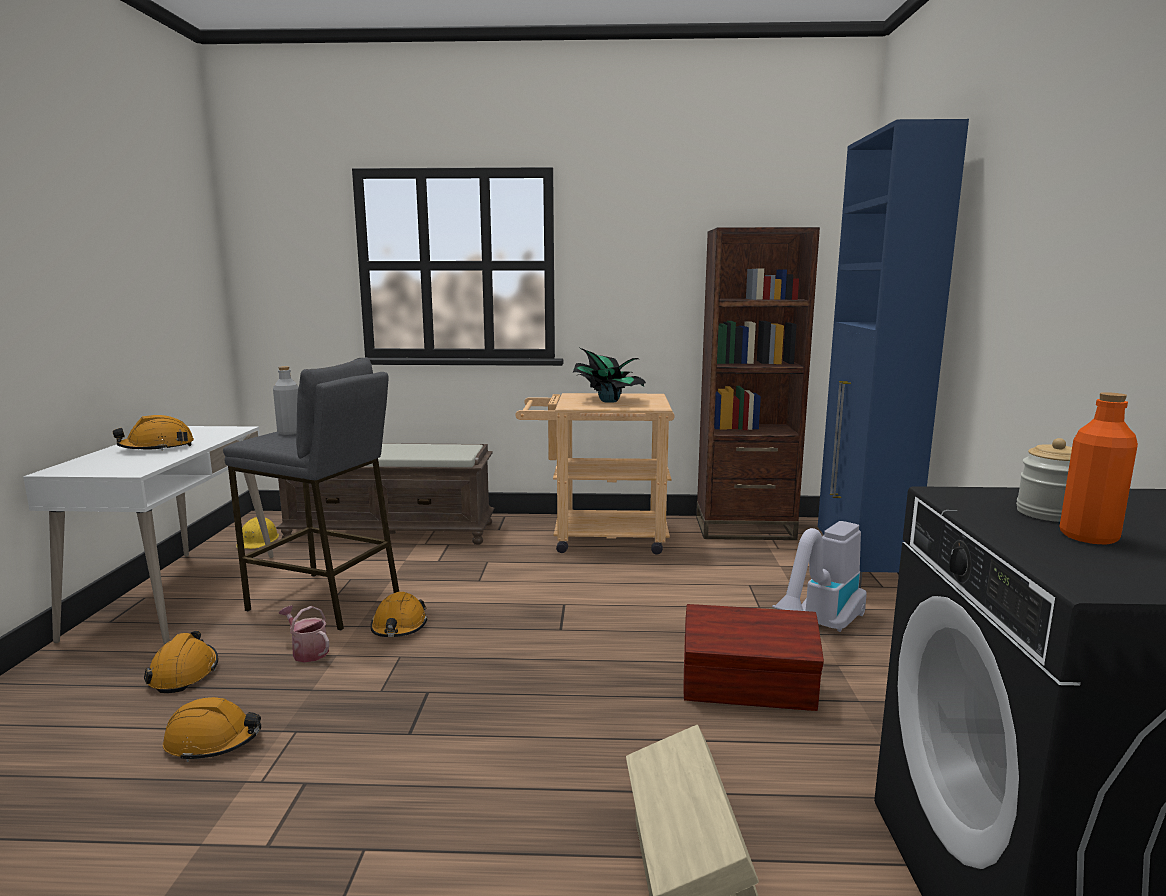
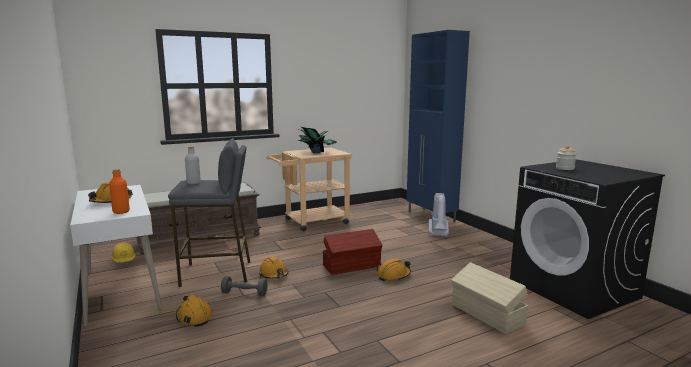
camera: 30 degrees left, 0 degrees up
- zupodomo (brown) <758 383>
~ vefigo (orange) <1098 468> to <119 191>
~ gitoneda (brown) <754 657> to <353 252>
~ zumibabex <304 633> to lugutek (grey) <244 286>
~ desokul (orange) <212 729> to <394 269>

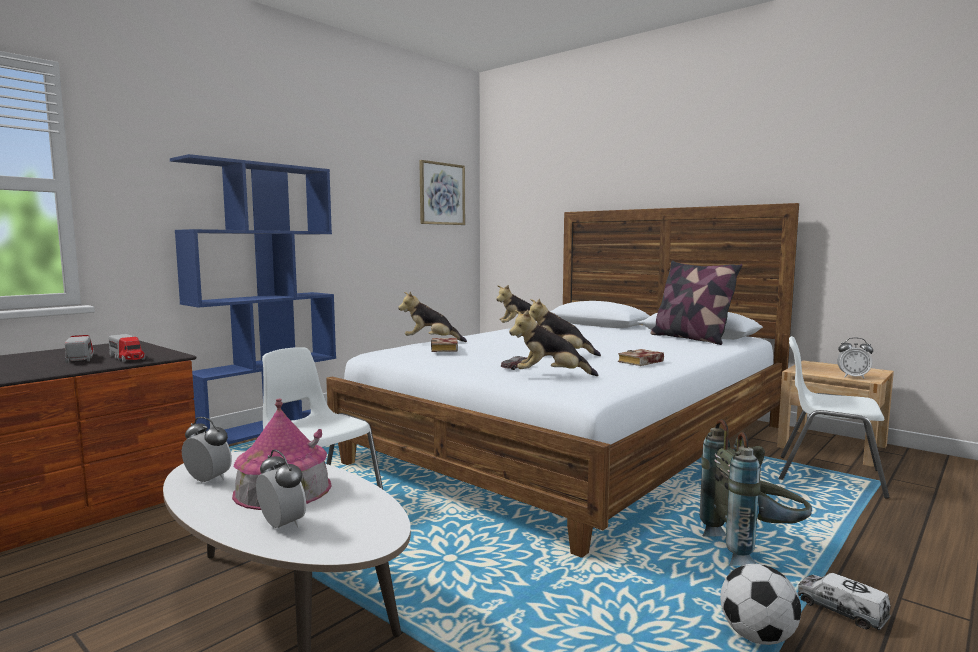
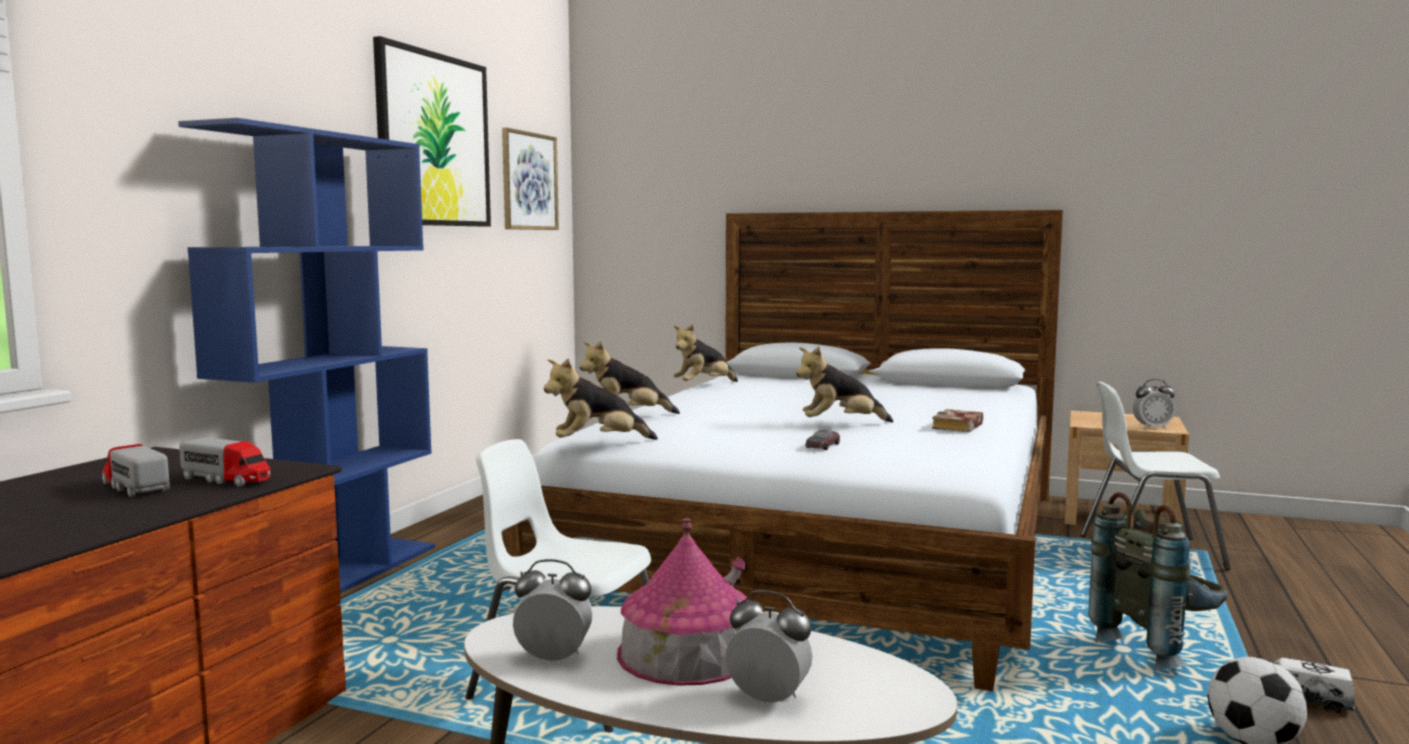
camera: 20 degrees left, 0 degrees up
- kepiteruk <696 303>
~ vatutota <553 343> to <601 399>
- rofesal <444 345>
+ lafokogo <432 131>

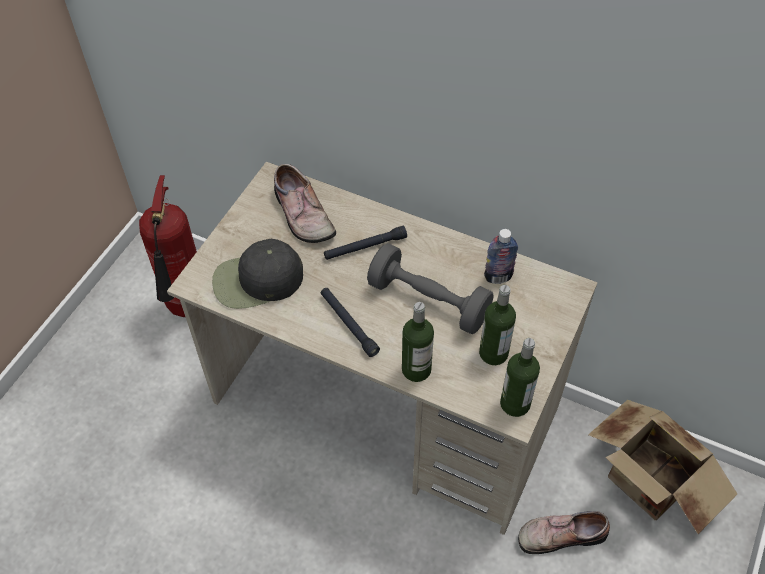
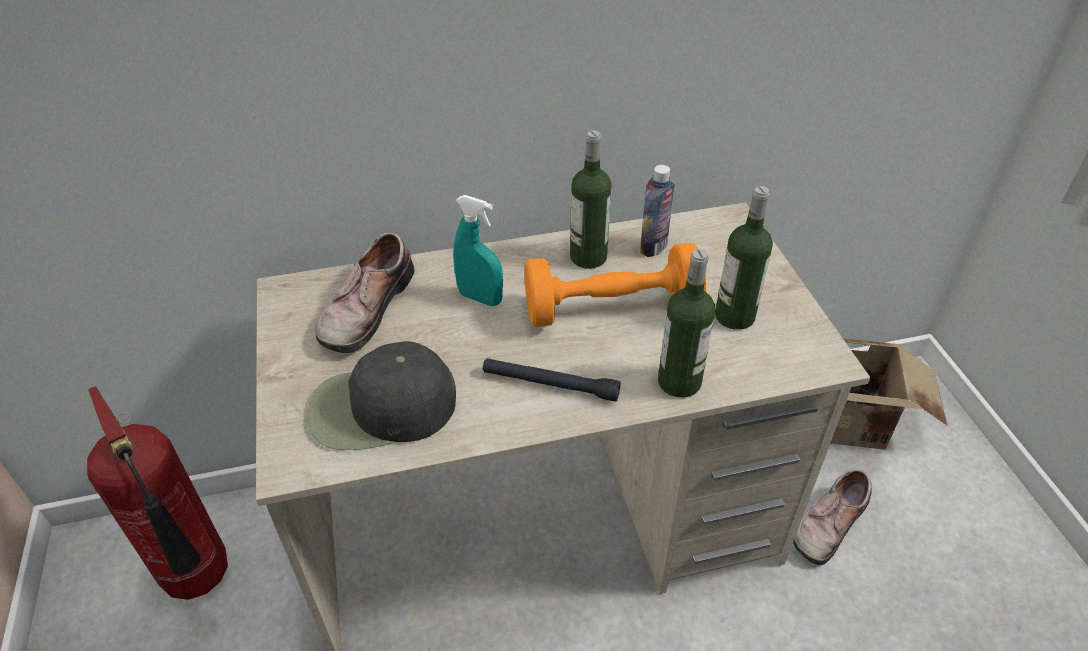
camera: 40 degrees left, 10 degrees down
~ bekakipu <305 203> = <365 292> 90 degrees clockwise
~ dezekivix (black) <365 243> to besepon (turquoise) <478 250>
~ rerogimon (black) <257 274> = <381 395> 45 degrees clockwise
~ lugutek (grey) <430 288> to lugutek (orange) <615 285>
~ vefigo <520 377> to <590 199>

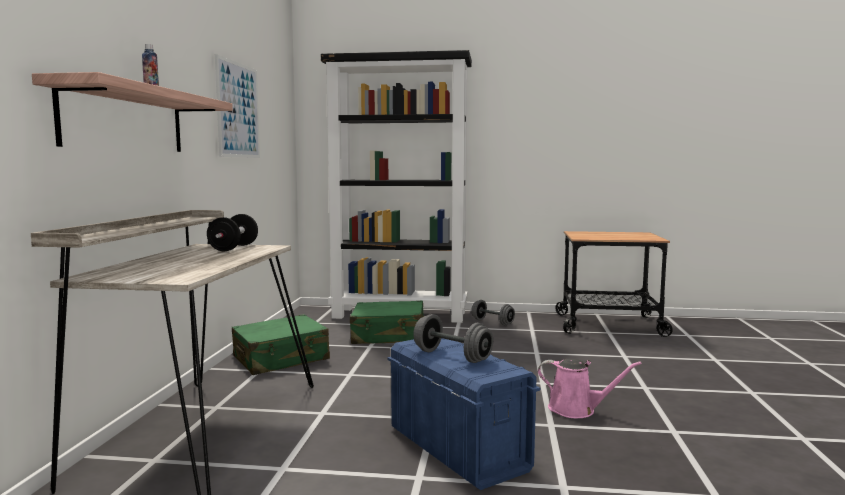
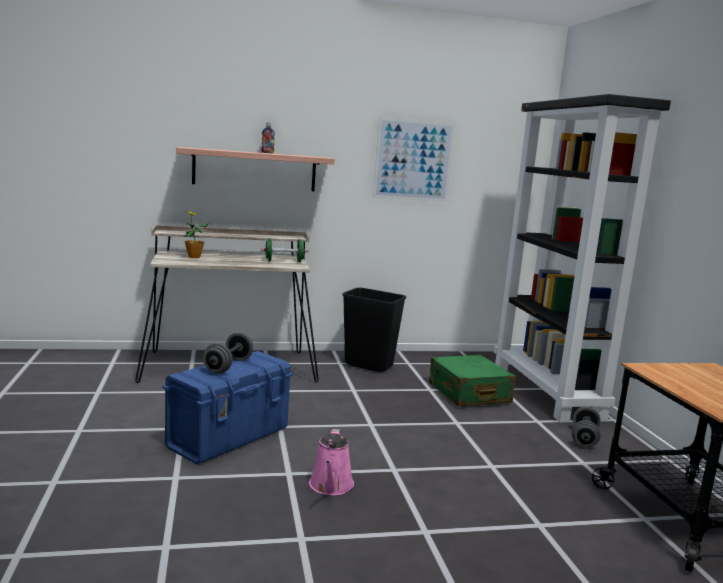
camera: 70 degrees right, 5 degrees up
~ lugutek (black) <232 233> to lugutek (green) <284 250>
~ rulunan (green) <281 344> to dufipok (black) <374 330>
+ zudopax <197 234>

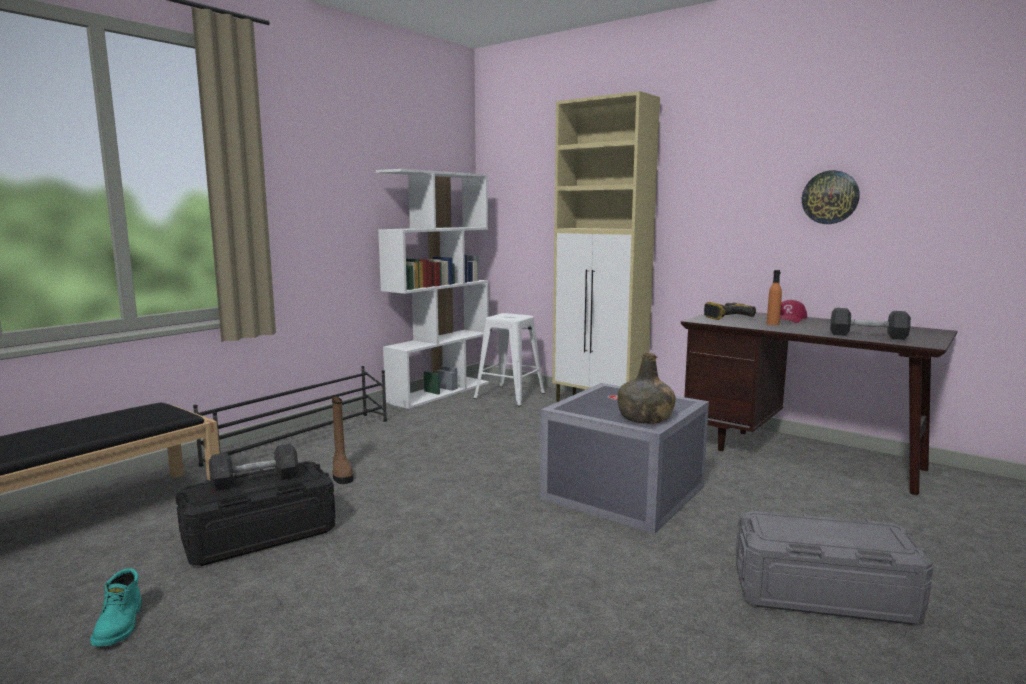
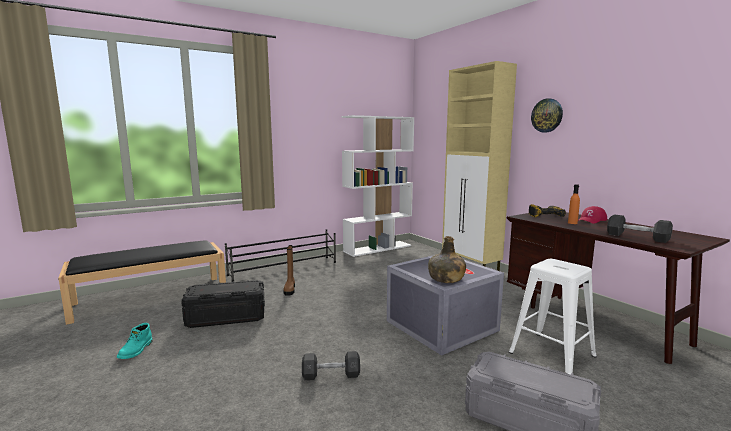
camera: 20 degrees right, 0 degrees up
~ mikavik <831 197> to <547 115>
~ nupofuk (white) <509 359> to <553 316>
~ lugutek (grey) <253 467> to <331 365>

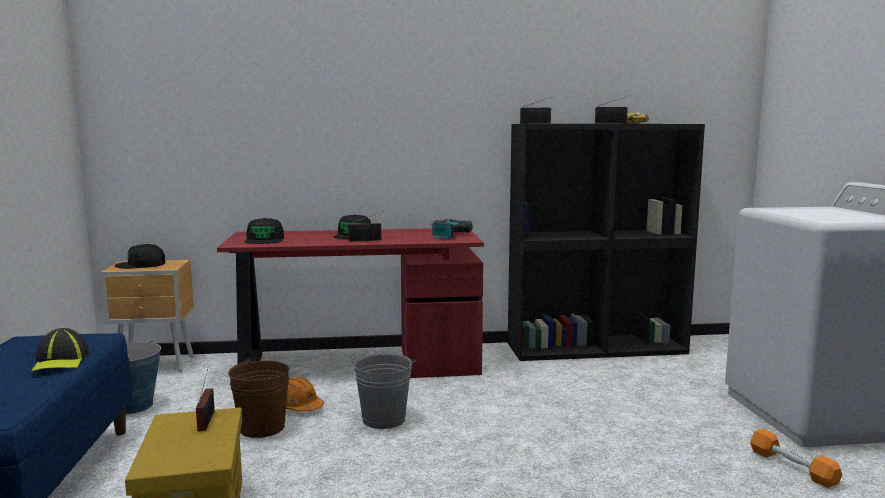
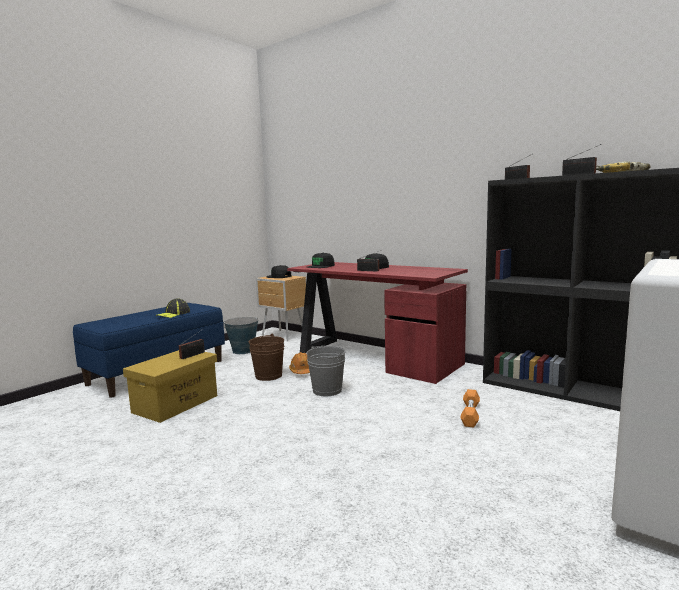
camera: 45 degrees right, 0 degrees up
- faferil <451 229>
~ lugutek (orange) <796 458> to <470 408>

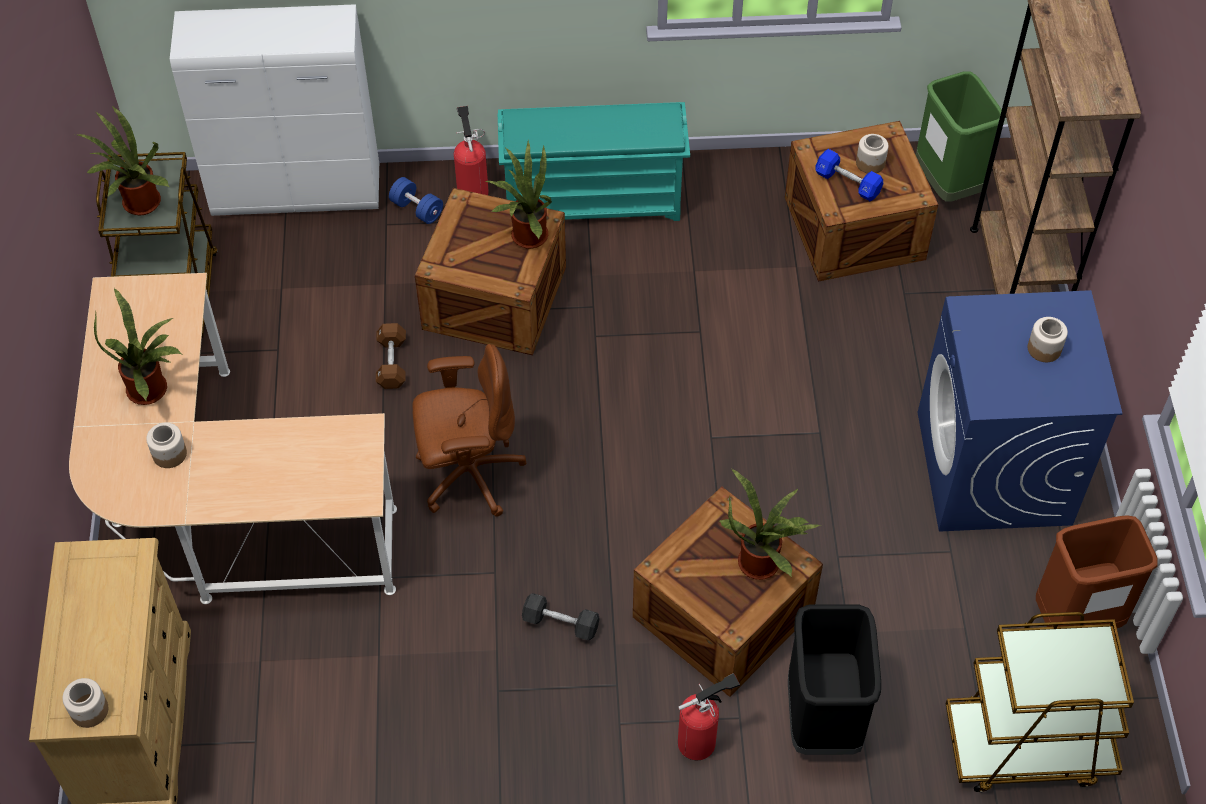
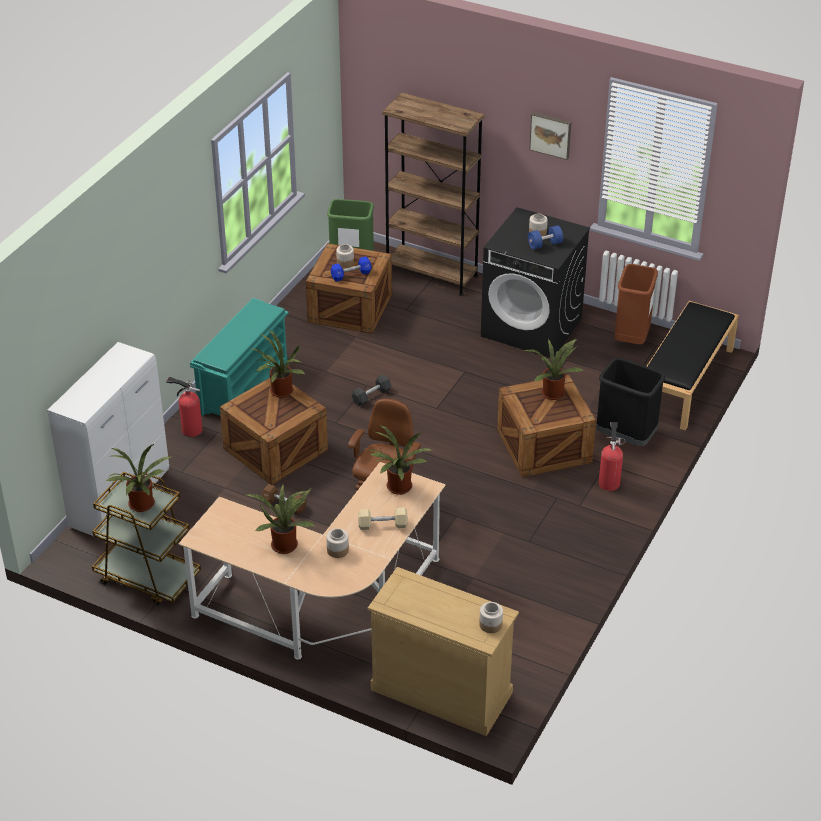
camera: 60 degrees left, 15 degrees down
~ lugutek (blue) <416 200> to <545 237>
~ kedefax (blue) <1020 410> to kedefax (black) <535 282>
~ lugutek (black) <561 617> to <371 390>
~ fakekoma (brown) <1039 702> to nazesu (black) <692 365>
+ lafokogo <550 136>
+ zudopax <400 460>
+ lugutek (beige) <383 518>

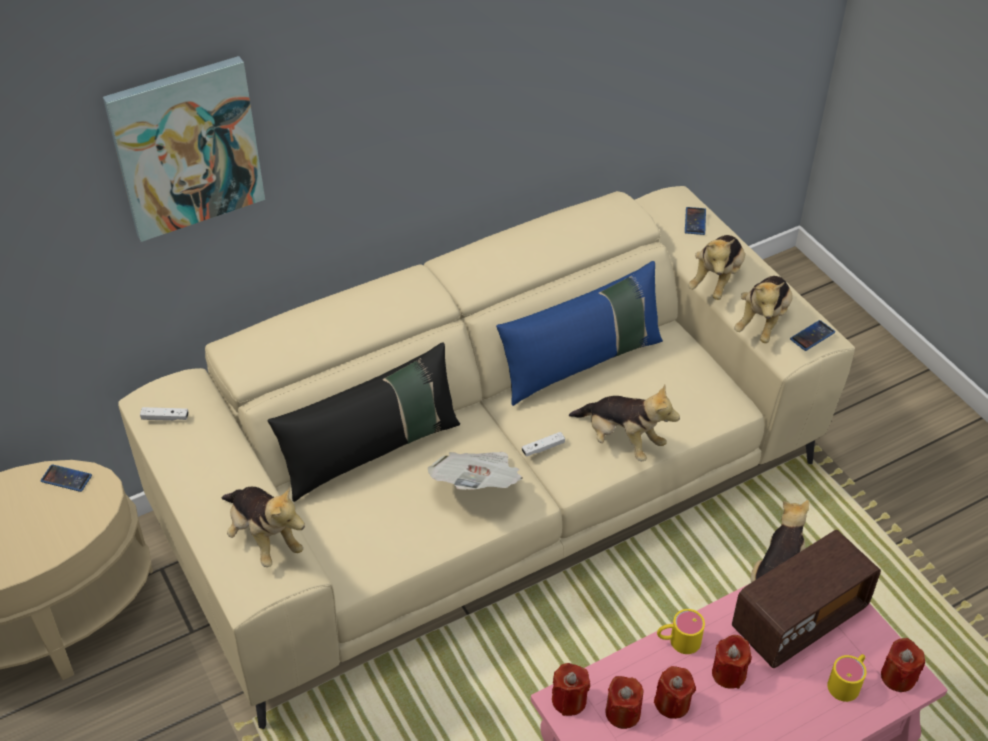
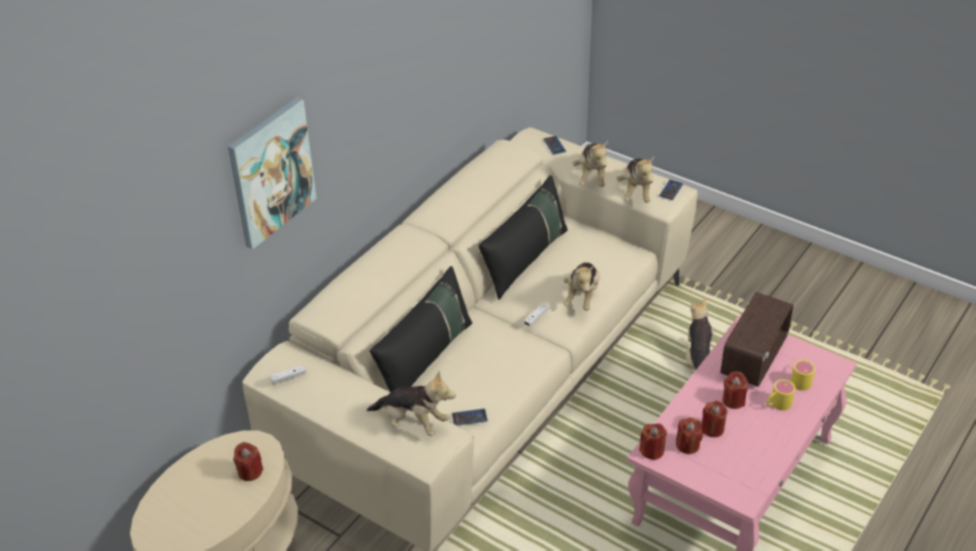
camera: 25 degrees left, 5 degrees down
~ kepiteruk (blue) <579 333> to kepiteruk (black) <523 237>
~ vatutota <624 423> = <582 286> 90 degrees clockwise
- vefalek <475 471>
~ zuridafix <66 478> to <470 417>
~ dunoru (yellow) <681 631> to <780 395>
~ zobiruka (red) <903 665> to <248 461>

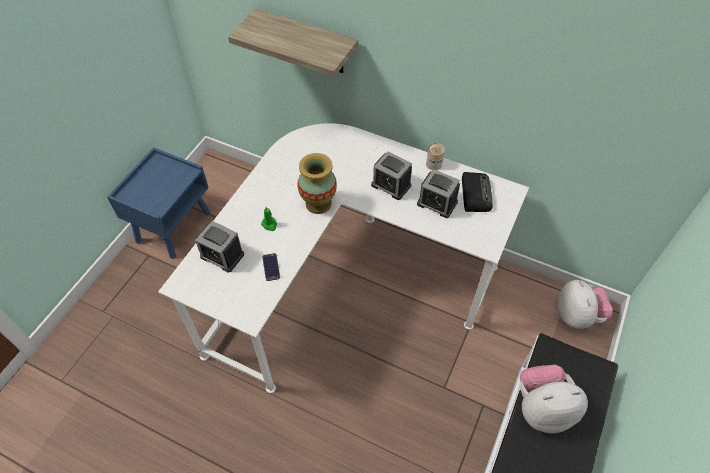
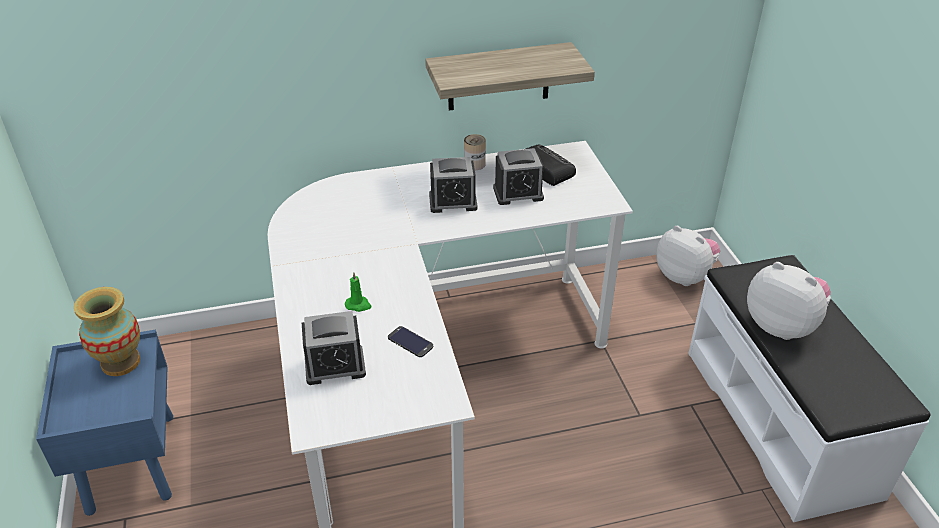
camera: 40 degrees left, 15 degrees down
~ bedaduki <293 43> to <510 76>
~ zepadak <317 183> to <107 331>
~ vatutota <554 399> = <789 301> 90 degrees clockwise

